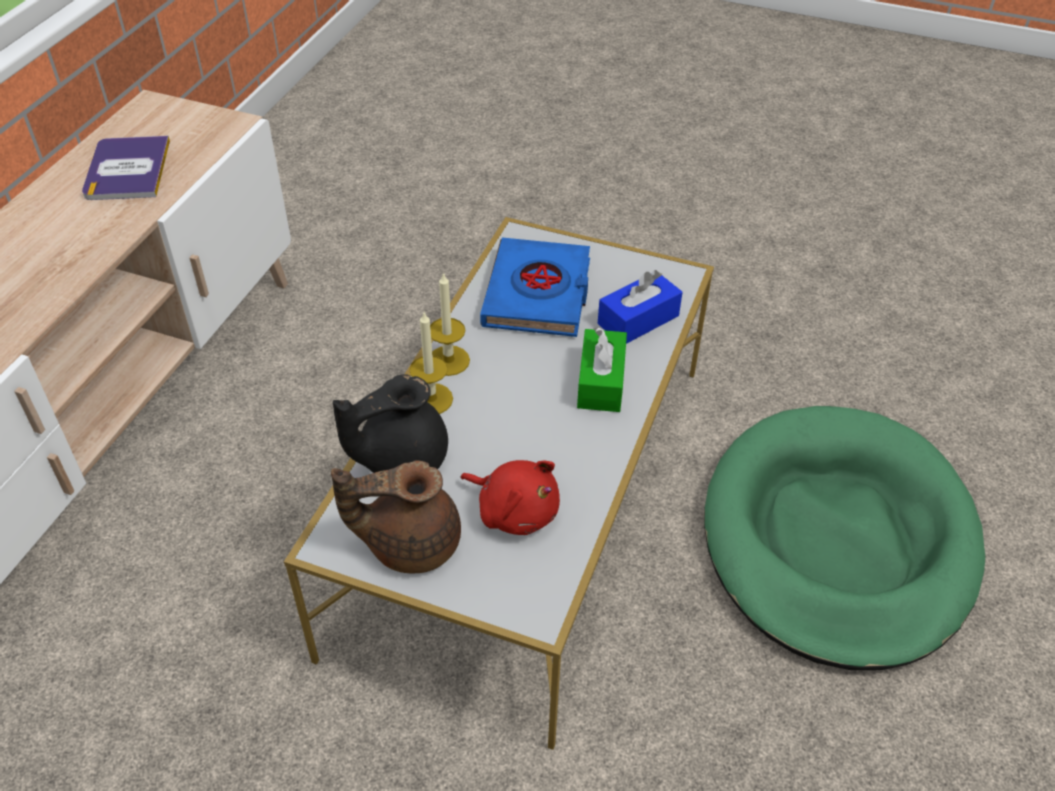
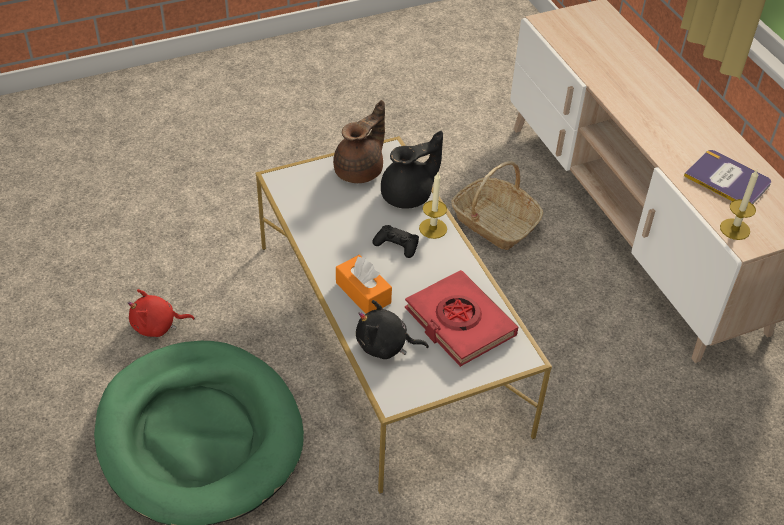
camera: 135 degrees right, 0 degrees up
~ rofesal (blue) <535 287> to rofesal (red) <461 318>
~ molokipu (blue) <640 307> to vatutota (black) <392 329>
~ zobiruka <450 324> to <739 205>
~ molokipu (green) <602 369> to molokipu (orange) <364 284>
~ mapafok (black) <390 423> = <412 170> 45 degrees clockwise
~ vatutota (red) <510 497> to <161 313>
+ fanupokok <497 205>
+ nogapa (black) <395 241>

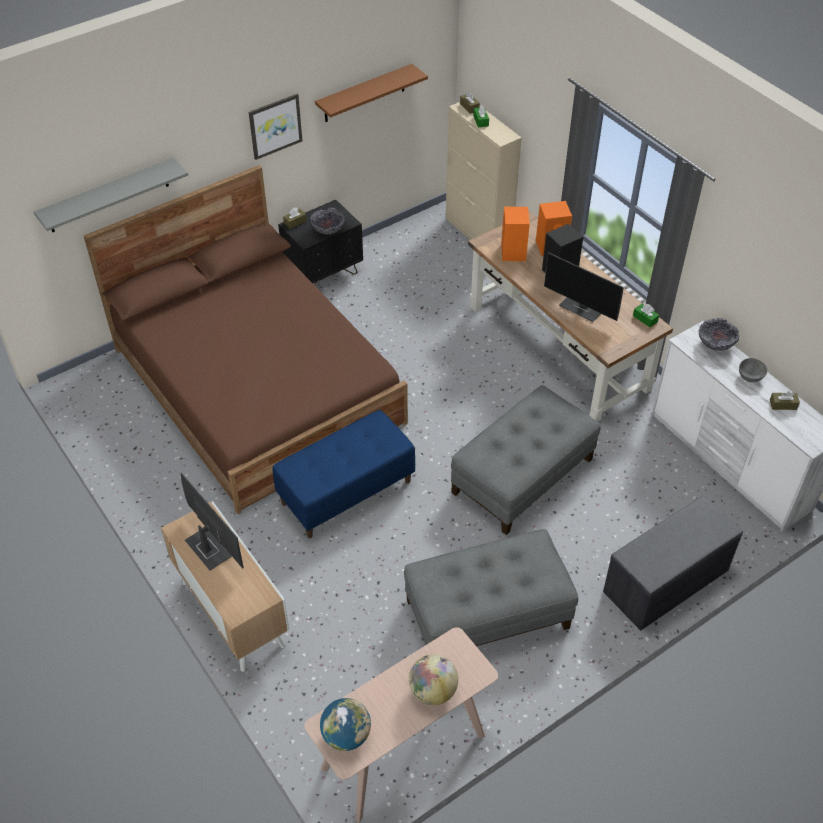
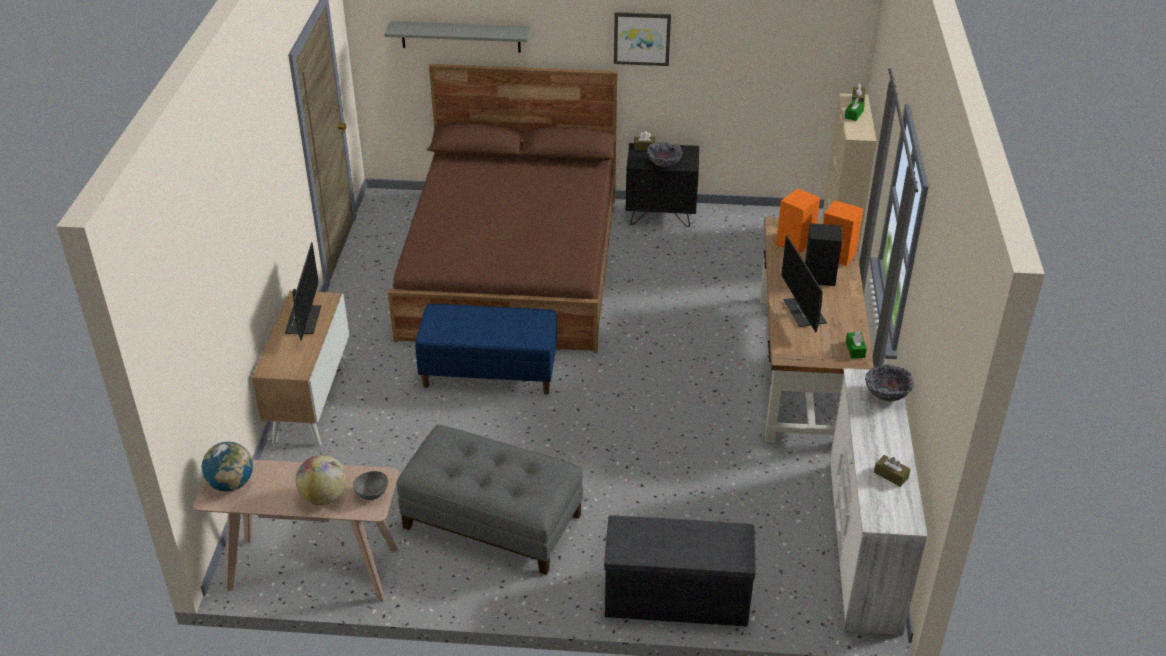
camera: 40 degrees right, 10 degrees down
- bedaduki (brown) <371 93>
~ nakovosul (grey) <753 370> to <370 485>
- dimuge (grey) <526 460>

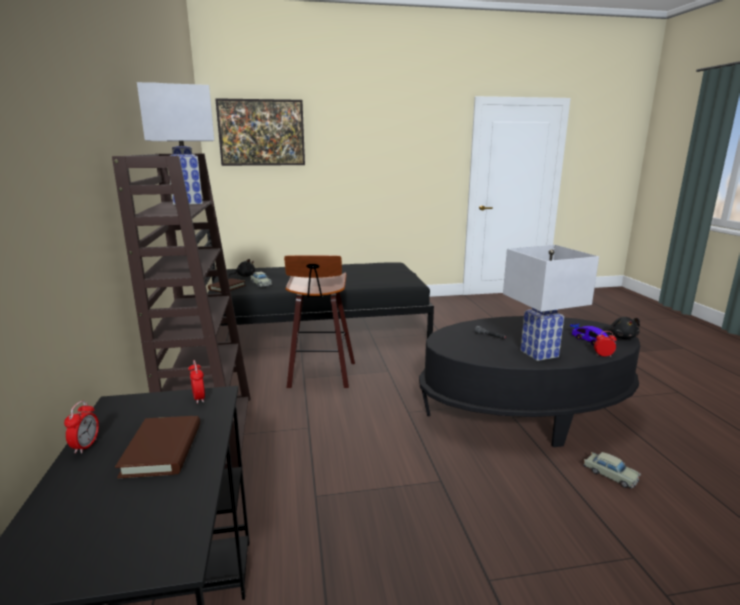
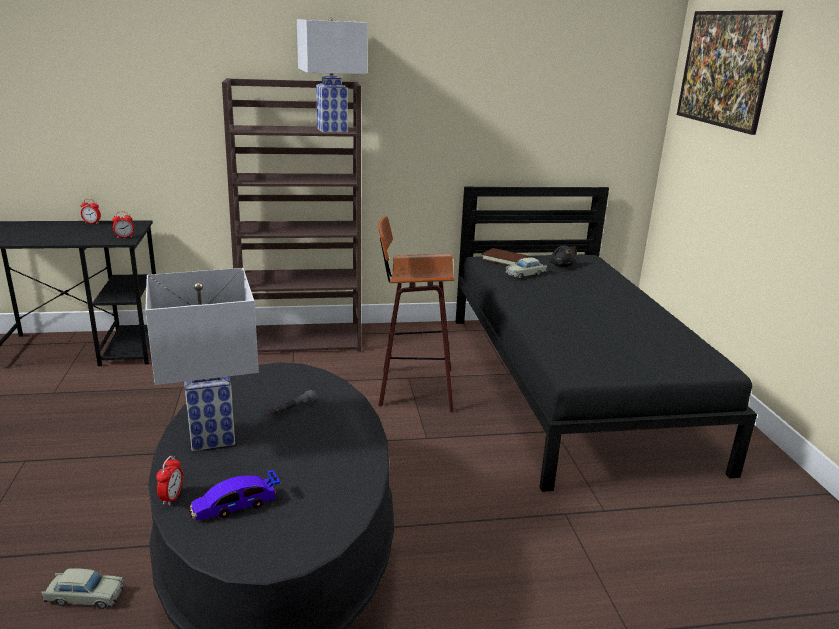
camera: 90 degrees right, 5 degrees up
- vatutota (black) <624 328>
- rofesal (brown) <157 447>
~ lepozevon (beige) <612 470> = <82 588> 135 degrees counterclockwise

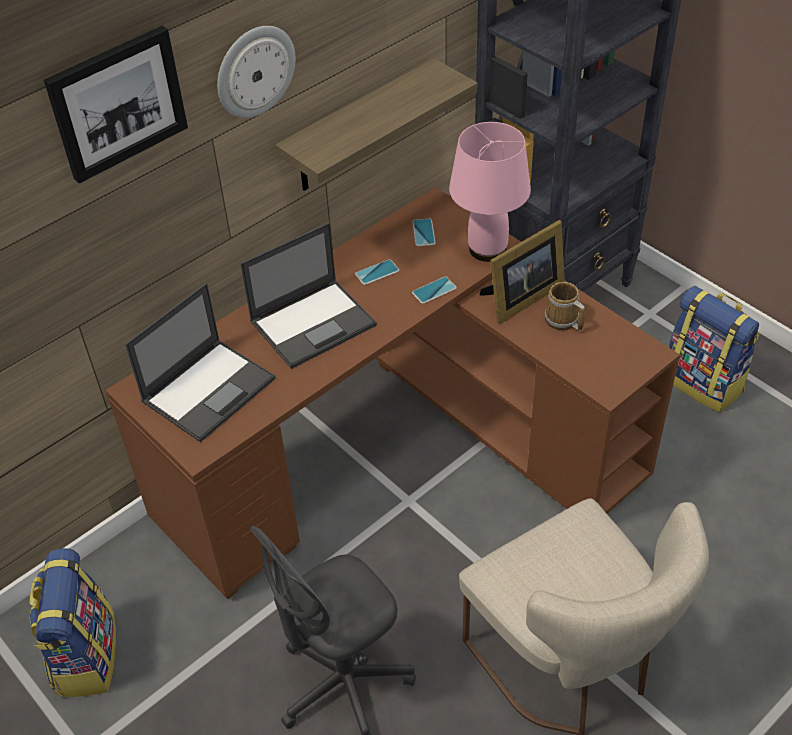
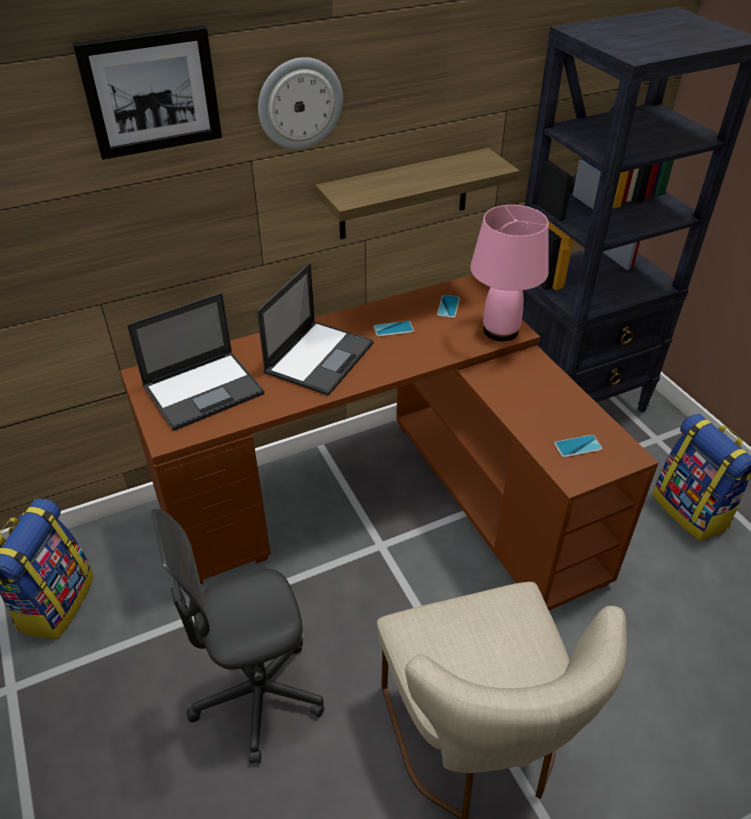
camera: 15 degrees right, 5 degrees down
- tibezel <522 272>
~ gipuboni <308 296> = <315 329> 45 degrees counterclockwise
~ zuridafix <434 290> to <578 446>
- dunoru <565 306>

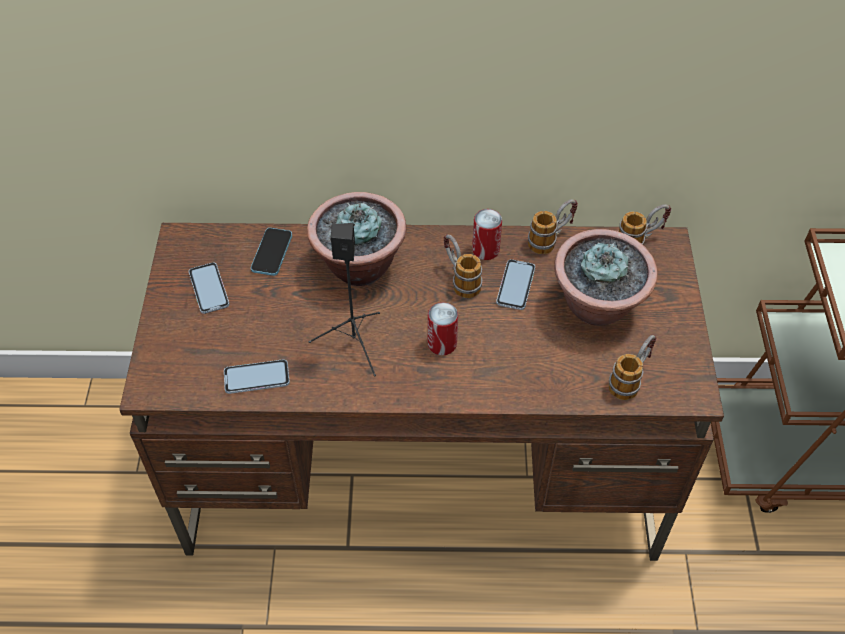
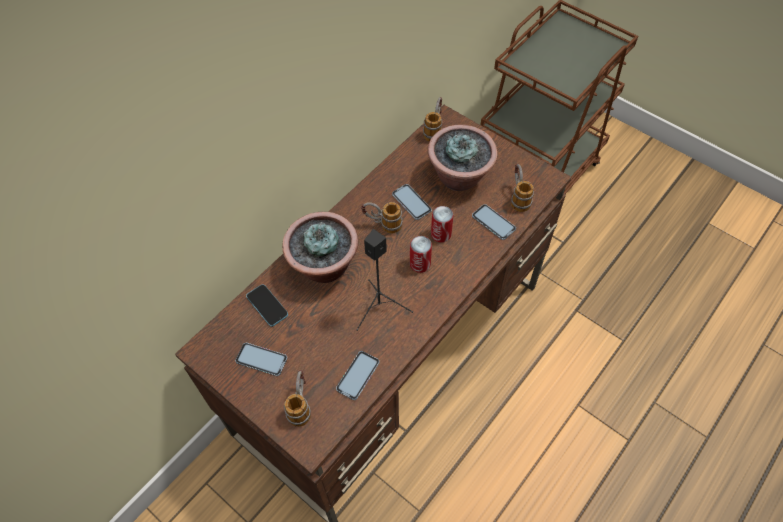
camera: 50 degrees left, 5 degrees up
~ dunoru <553 226> to <297 398>
~ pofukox <487 234> to <442 224>
+ zuridafix <494 222>

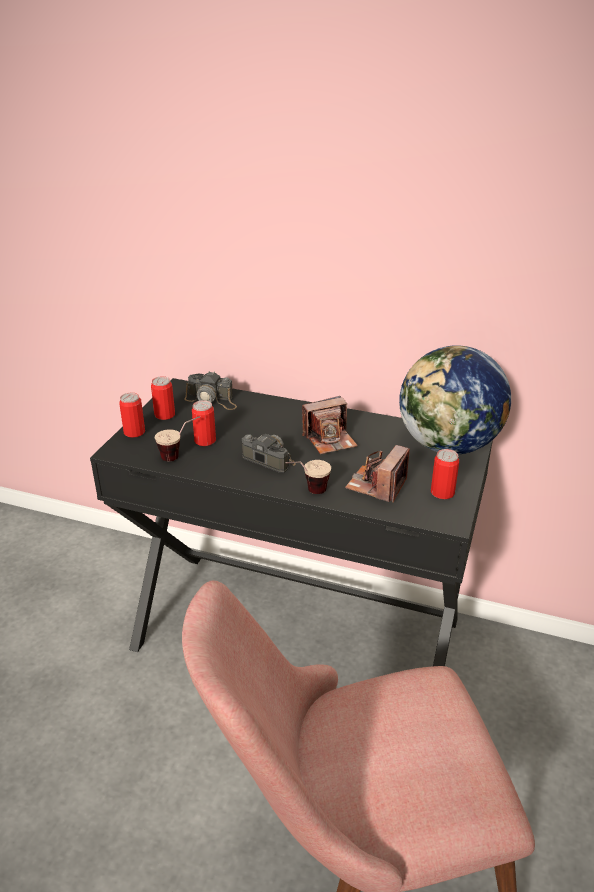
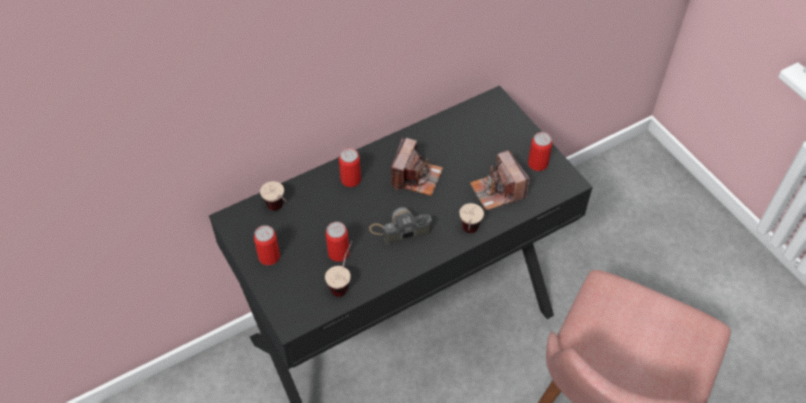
camera: 50 degrees left, 20 degrees up
- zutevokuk <455 400>
~ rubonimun <210 390> to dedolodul <273 196>
~ pofukox <132 415> to <350 167>

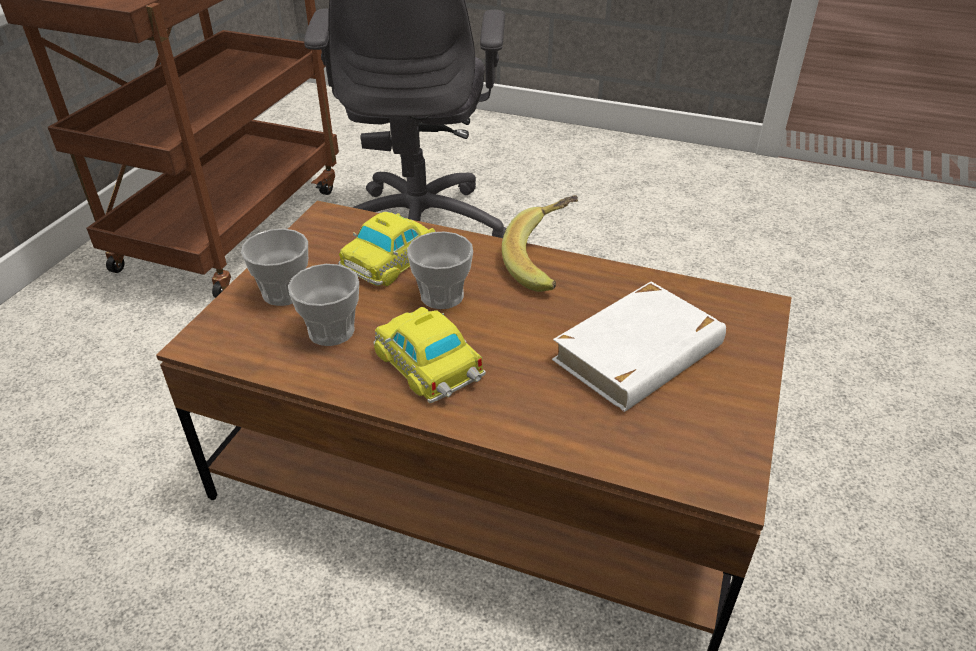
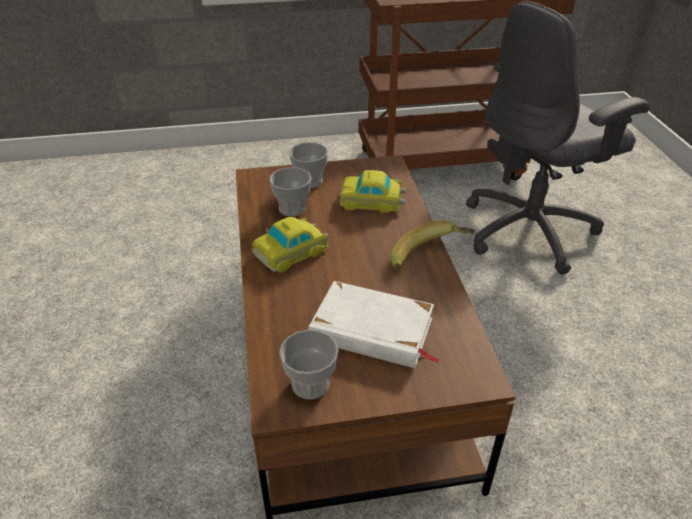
camera: 60 degrees right, 0 degrees up
~ dedolodul <440 270> to <308 365>
~ lepozevon <430 355> = <290 245> 150 degrees counterclockwise

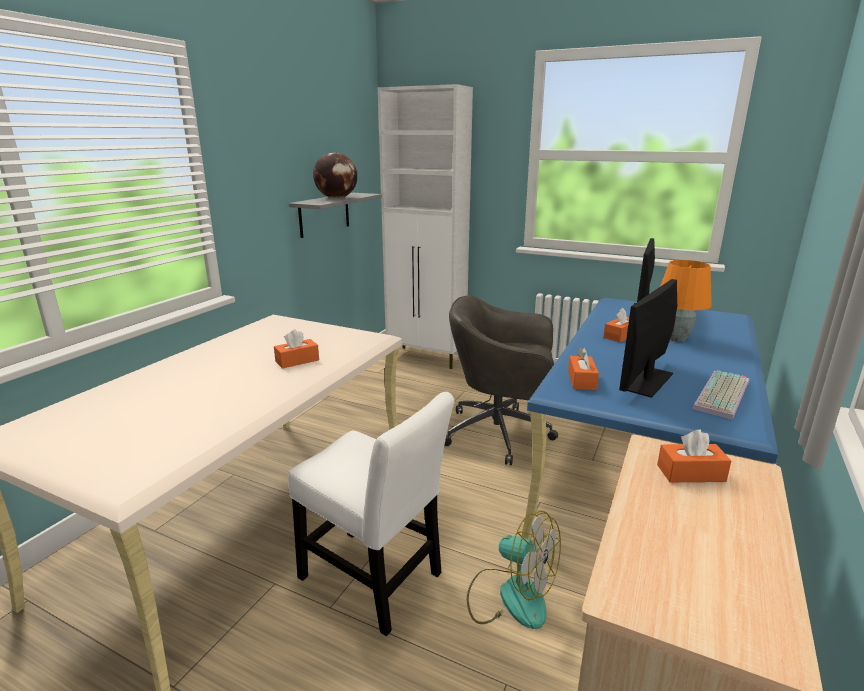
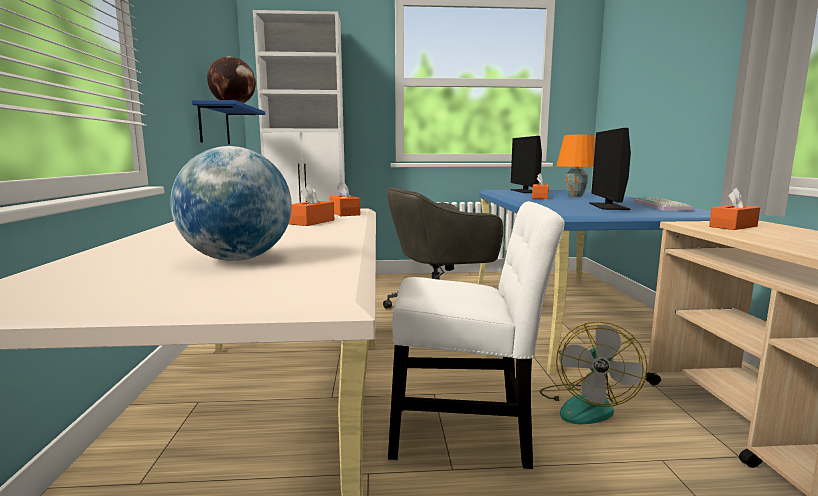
camera: 30 degrees left, 10 degrees down
~ bedaduki (grey) <335 215> to bedaduki (blue) <228 122>
~ molokipu (orange) <583 368> to <345 198>
~ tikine <514 570> = <594 373> 105 degrees clockwise
+ zutevokuk <231 203>

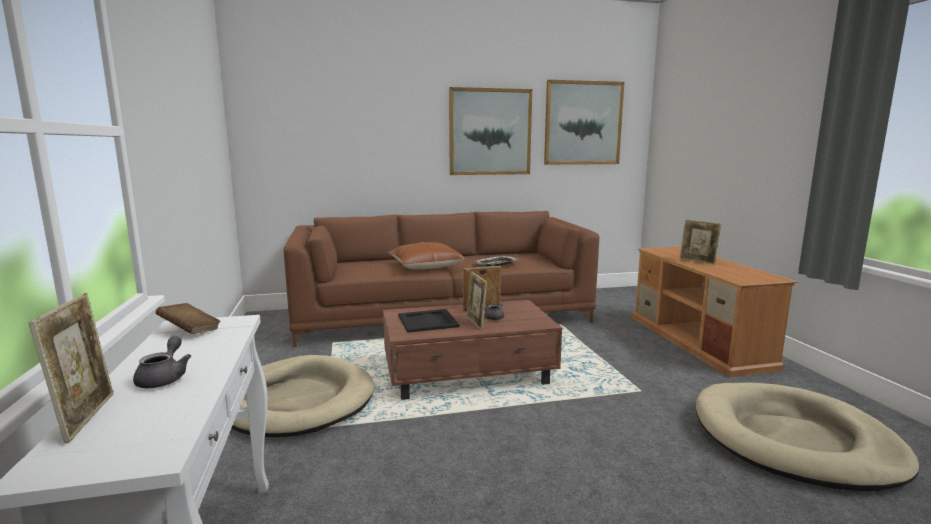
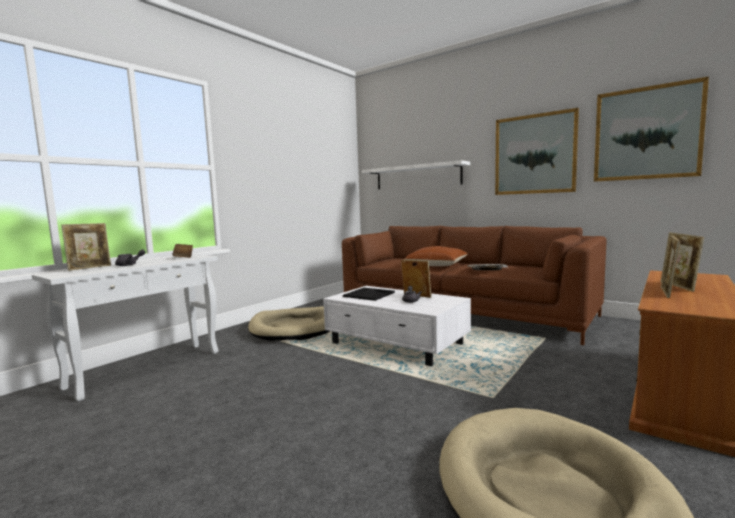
camera: 50 degrees right, 5 degrees down
~ tibezel <476 300> to <670 266>
~ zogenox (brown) <472 350> to zogenox (white) <397 326>
+ bedaduki (white) <416 174>

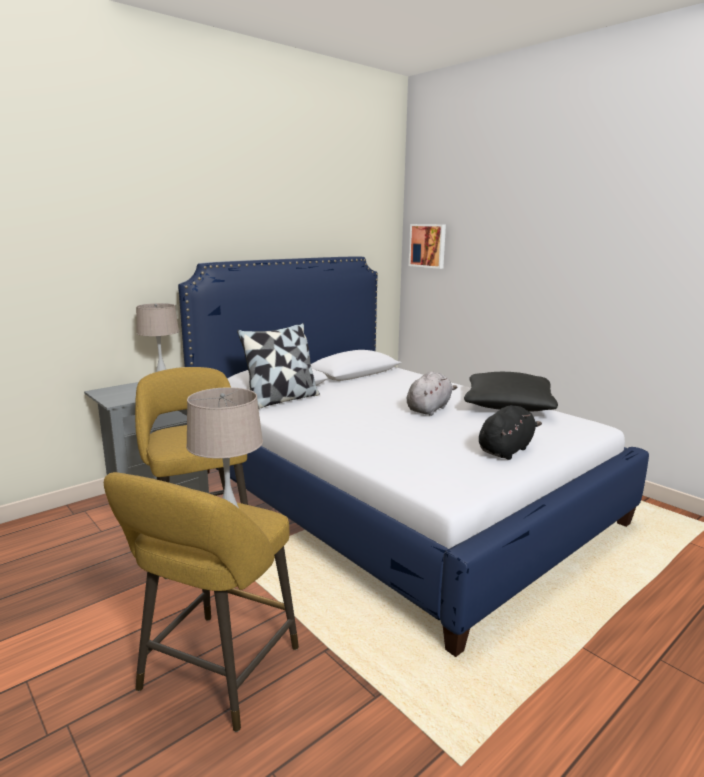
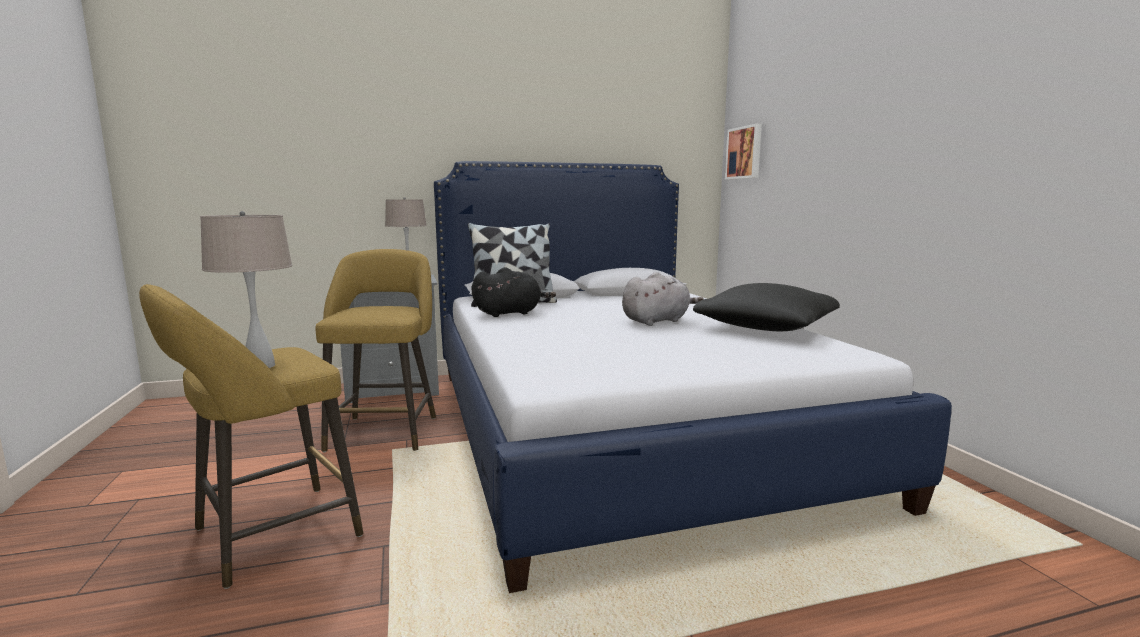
camera: 25 degrees right, 5 degrees down
~ vatutota (black) <510 432> to <513 292>

